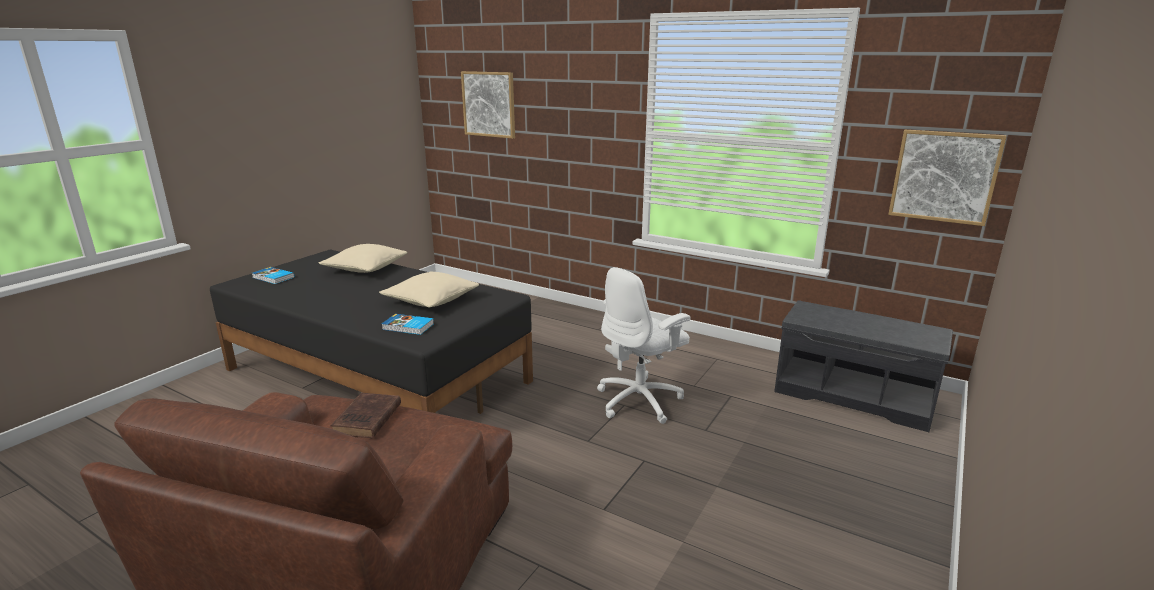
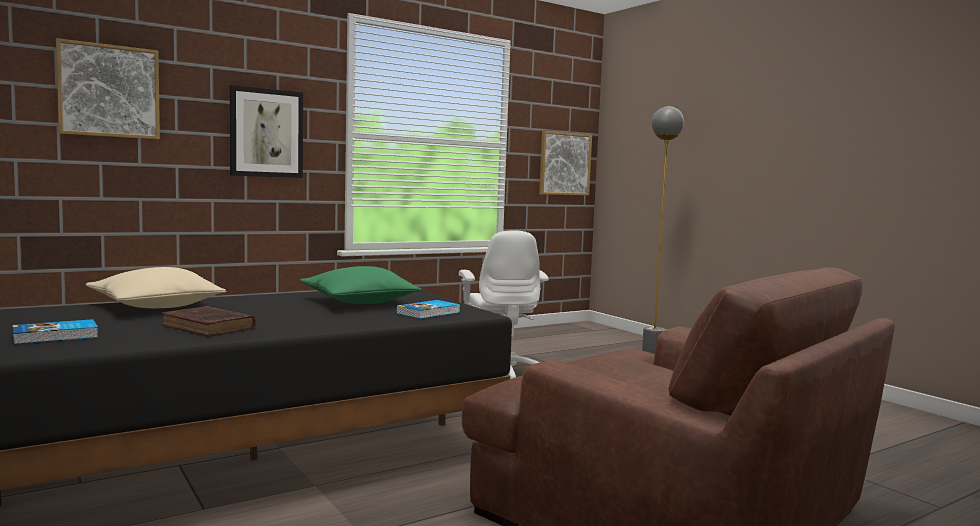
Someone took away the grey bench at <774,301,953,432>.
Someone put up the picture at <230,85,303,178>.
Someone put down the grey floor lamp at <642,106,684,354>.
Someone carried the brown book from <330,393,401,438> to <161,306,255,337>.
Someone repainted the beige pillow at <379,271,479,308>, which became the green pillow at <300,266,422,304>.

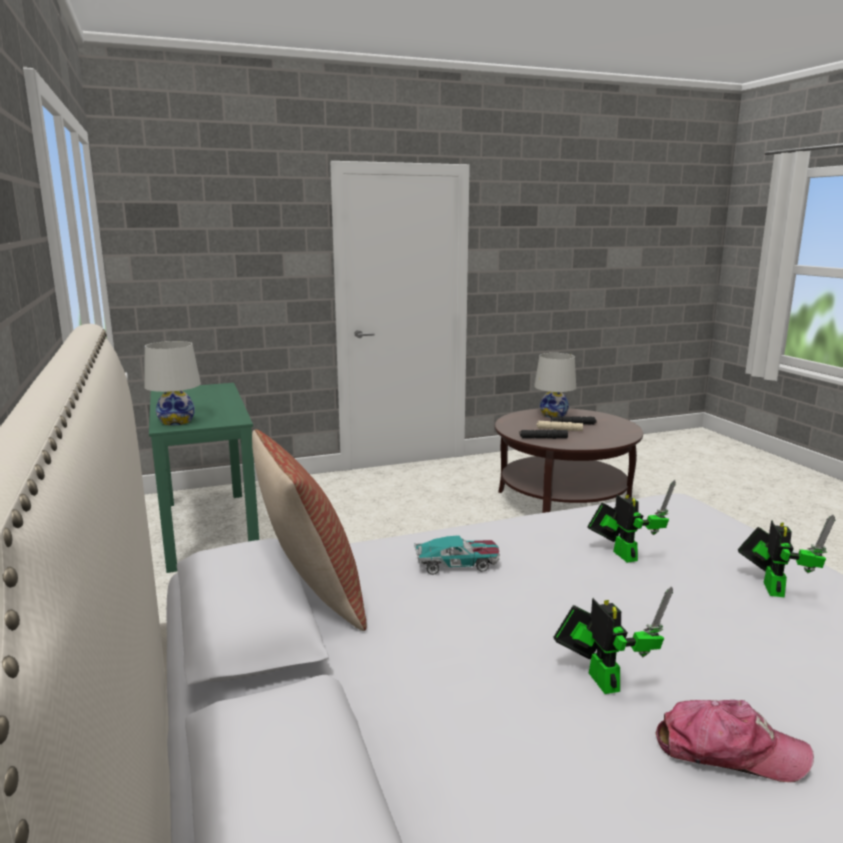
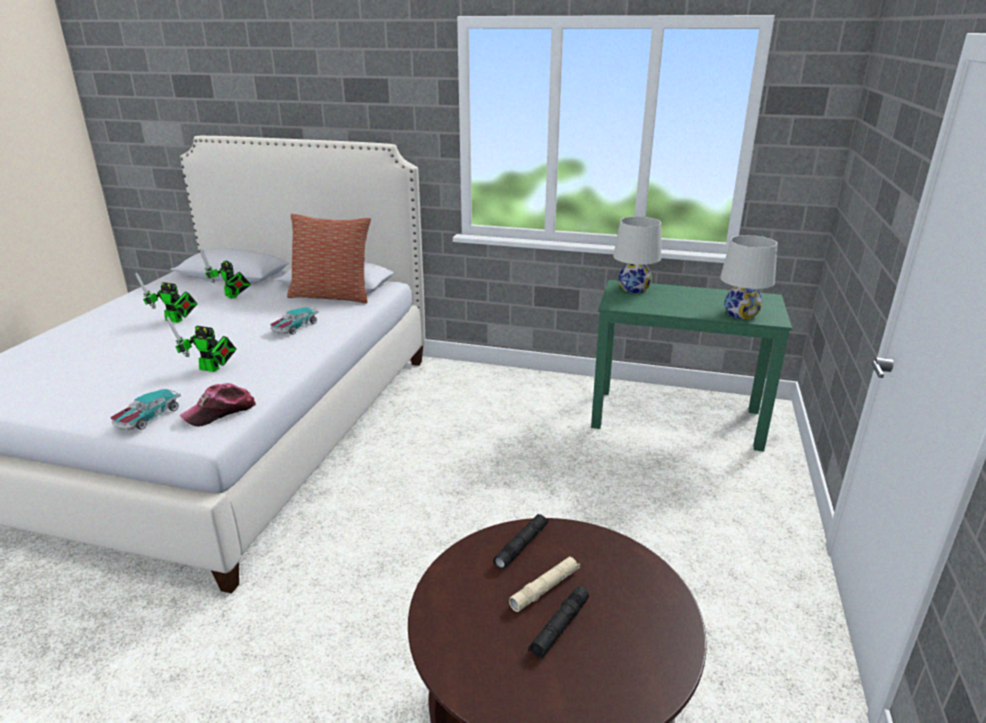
Someone put down the toy car at <110,388,181,430>.
Someone carried the white table lamp from <534,353,576,418> to <720,235,778,319>.
Someone carried the cap from <656,700,814,782> to <180,383,256,427>.
Someone carried the toy robot from <738,515,835,597> to <200,248,251,299>.

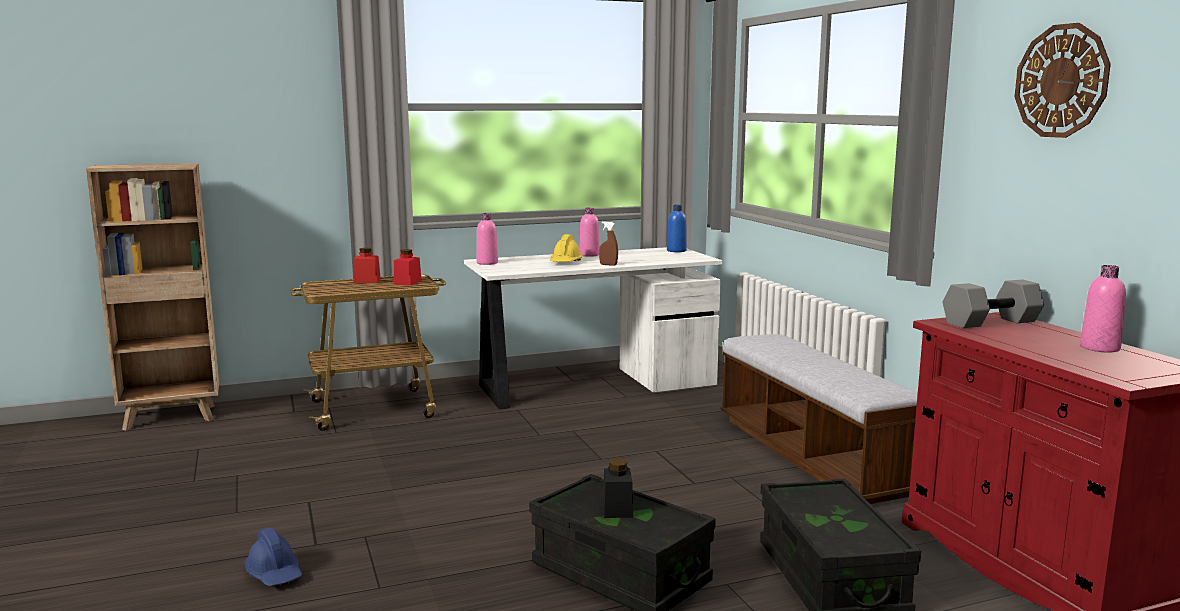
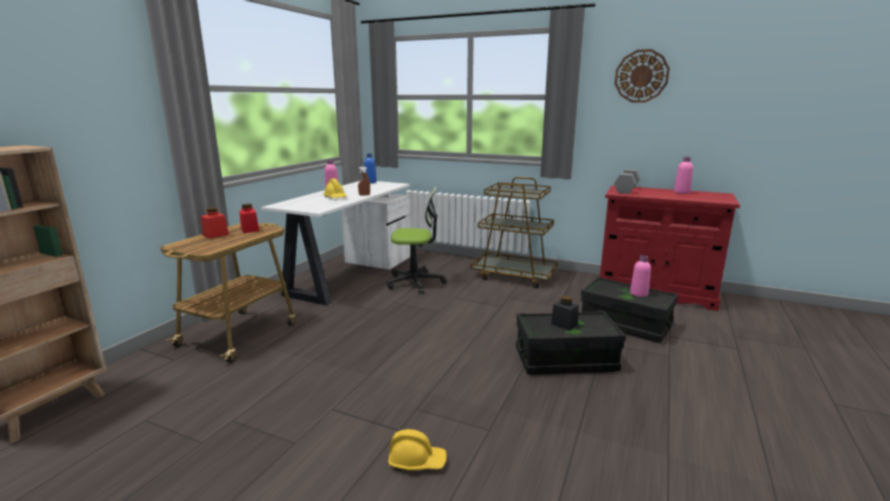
Someone put down the office chair at <387,186,446,294>.
Someone carried the pink bottle from <477,213,498,265> to <630,255,651,297>.
Someone swapped the bench at <721,334,918,504> for the brown cart at <470,177,558,288>.
Someone repainted the blue hard hat at <244,527,302,586>, which became the yellow hard hat at <388,429,447,471>.

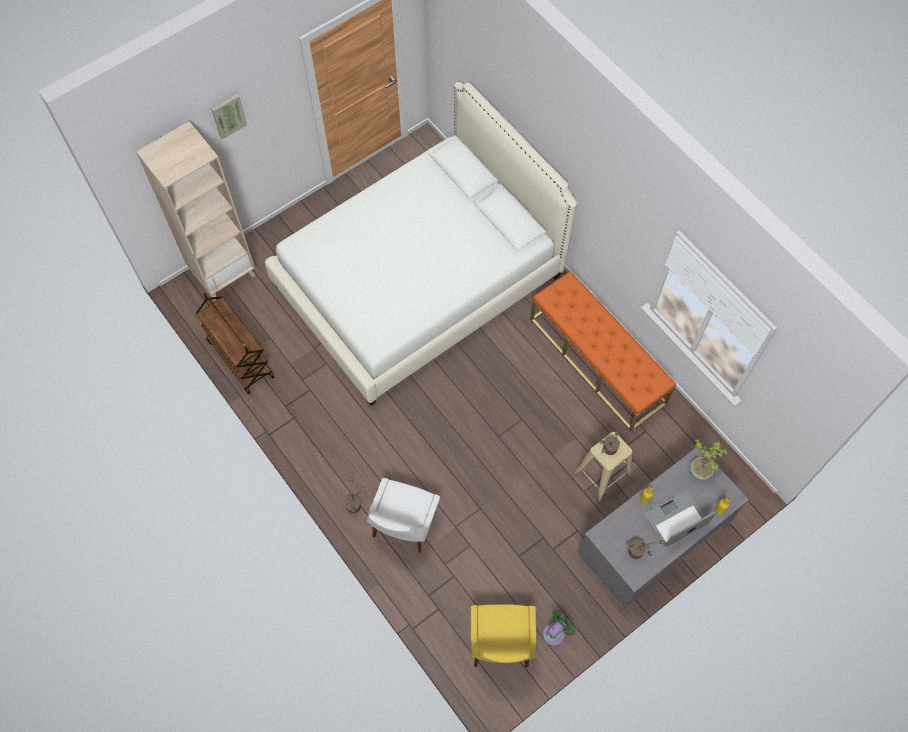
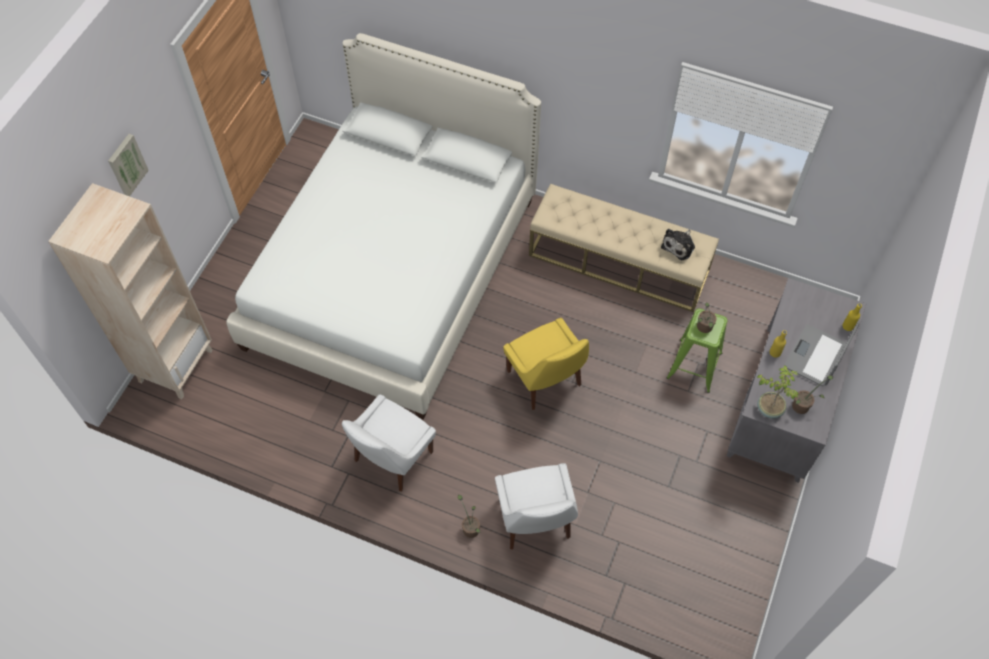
Someone took away the brown cart at <196,293,274,394>.
Someone took away the green fan at <543,609,575,646>.
Someone put down the white chair at <342,394,436,492>.
Someone put down the plush toy at <661,229,695,260>.
Someone carried the yellow chair from <471,604,536,668> to <503,318,589,410>.
Someone carried the potted plant from <690,439,728,480> to <757,365,799,419>.
Someone repainted the orange bench at <530,271,676,431>, which became the beige bench at <529,184,719,312>.
Someone repainted the beige stool at <574,432,632,502>, which became the green stool at <667,308,728,393>.

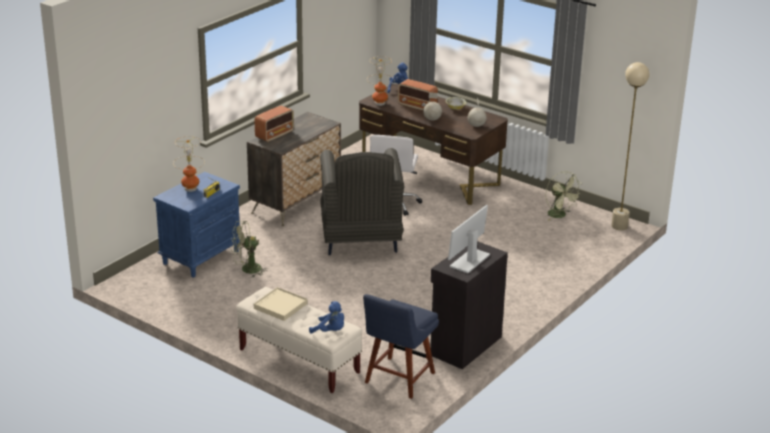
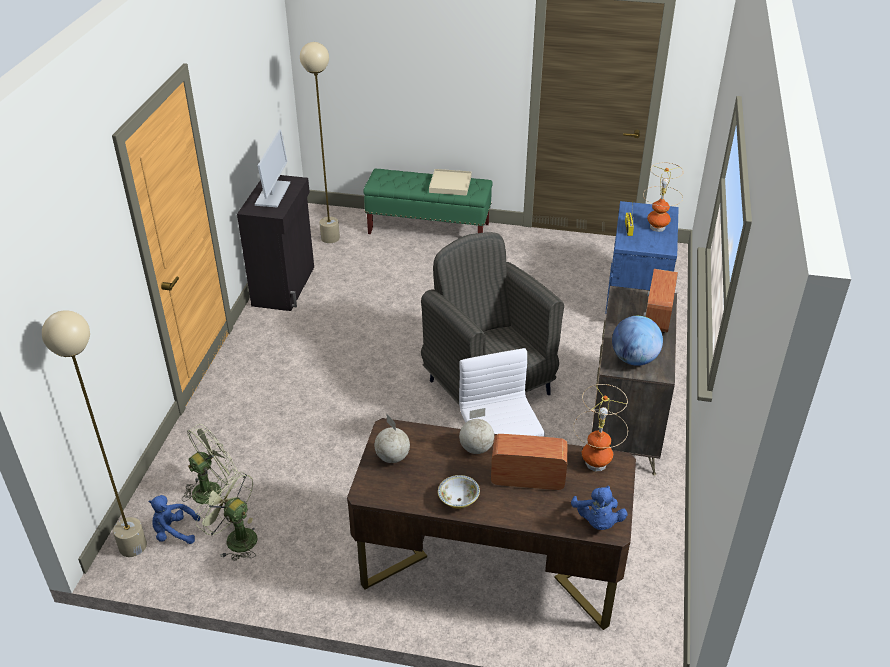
Someone put down the globe at <612,316,663,366>.
Someone carried the green fan from <231,221,268,277> to <182,424,237,504>.
Someone carried the blue plush toy from <309,301,344,334> to <149,495,200,544>.
Someone swapped the blue chair at <363,294,439,399> for the beige floor lamp at <300,42,340,243>.
Someone repainted the beige bench at <236,287,362,393>, which became the green bench at <363,169,493,234>.

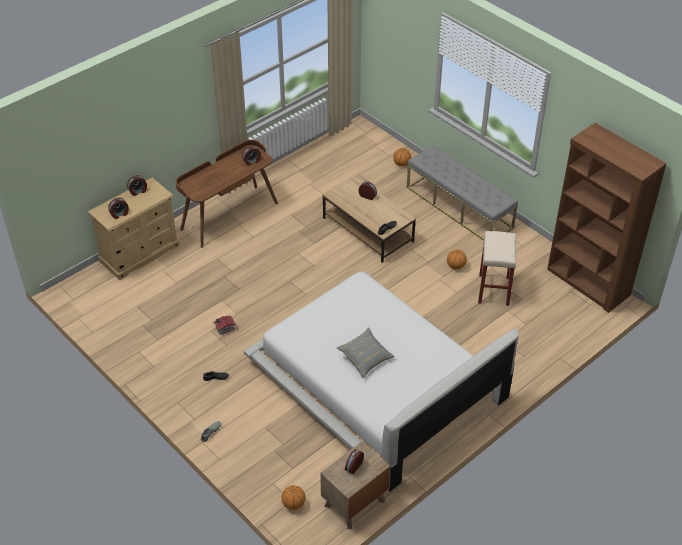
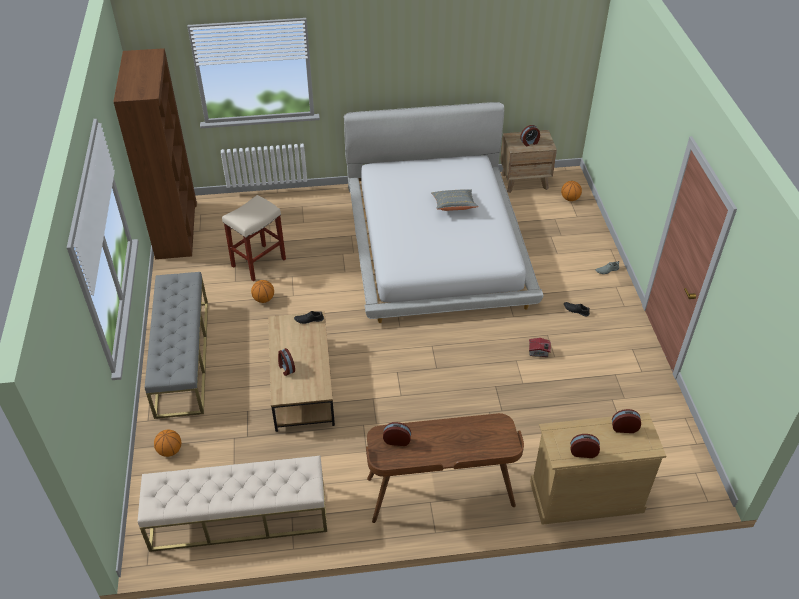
Someone put down the beige bench at <138,455,327,552>.

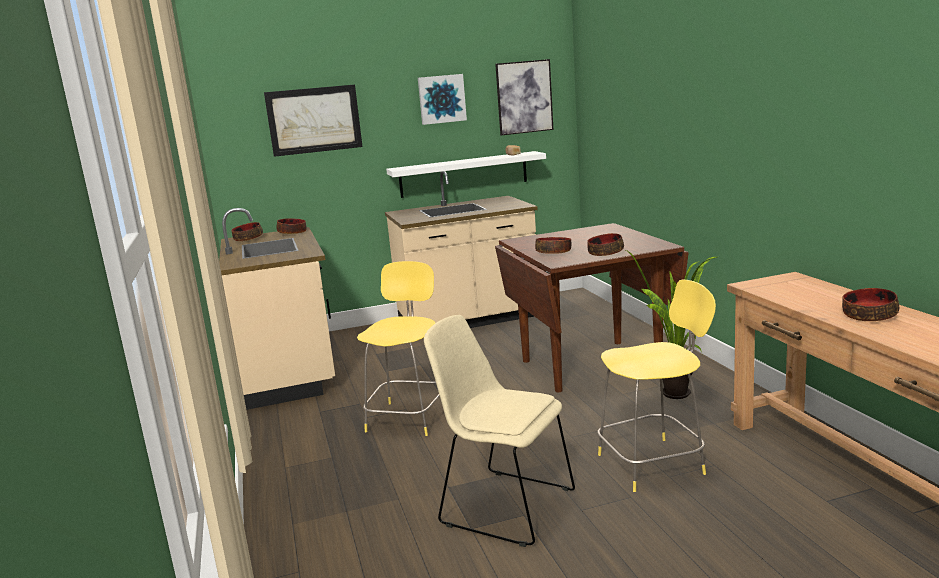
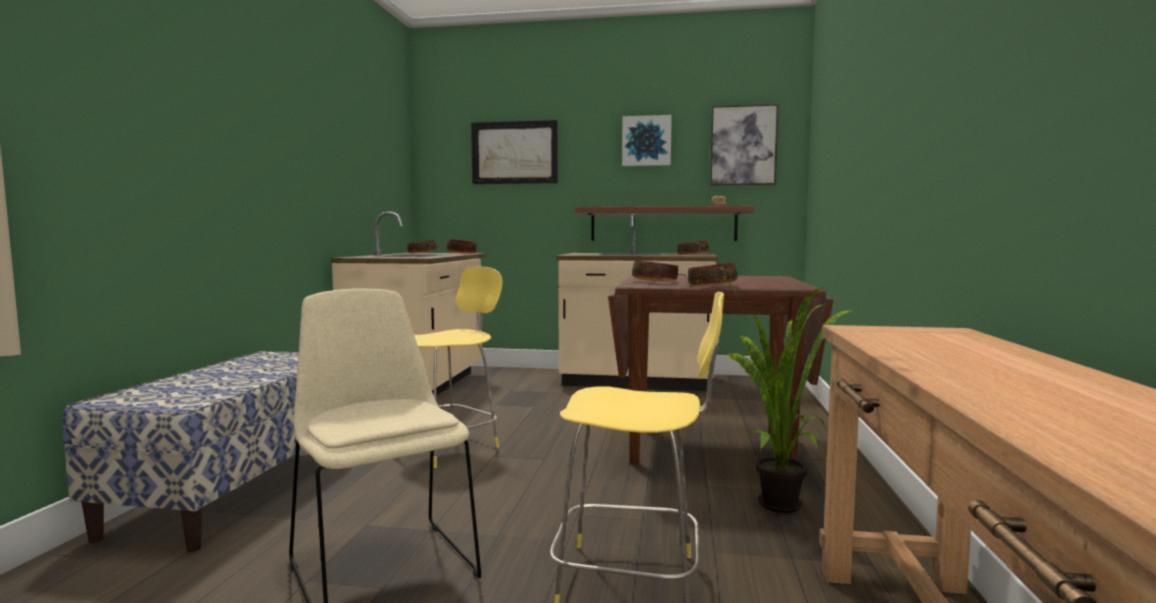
Someone put down the bench at <62,351,304,552>.
Someone carried the bowl from <842,288,899,321> to <677,240,709,255>.
Someone repainted the white shelf at <386,151,546,198>, which became the brown shelf at <575,206,755,241>.

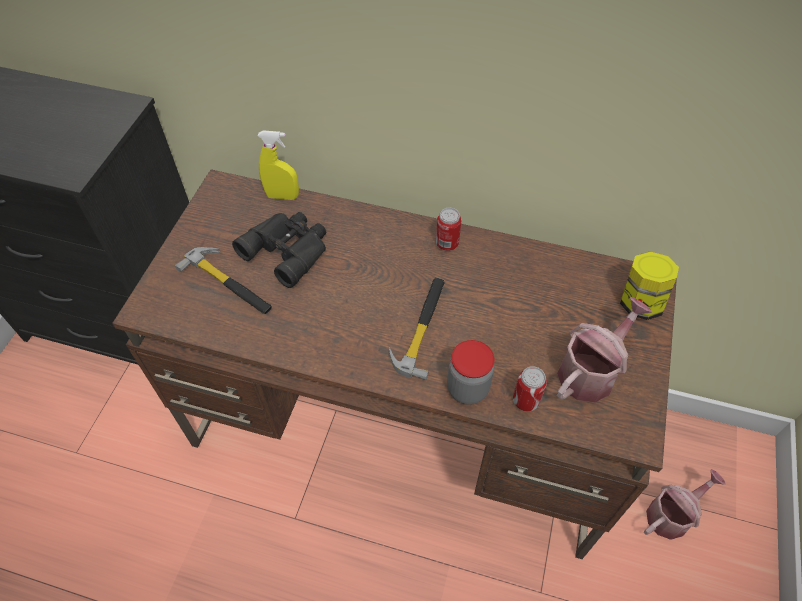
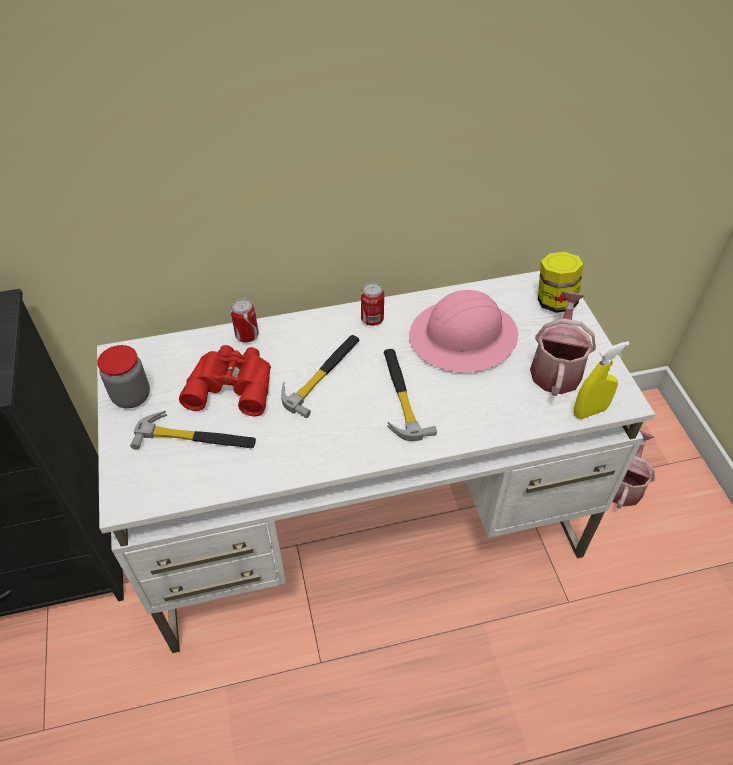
Someone put down the hammer at <281,335,359,418>.
Someone put down the pink hard hat at <409,290,518,373>.
Someone carried the yellow spray bottle from <258,130,299,200> to <573,341,630,419>.
Someone carried the jar from <447,340,494,405> to <97,345,150,408>.
Someone carried the can from <513,366,547,412> to <231,299,259,343>.
Someone repainted the brown desk at <112,169,677,559>, which became the white desk at <97,271,655,653>.
Someone repainted the black binoculars at <232,212,326,288>, which became the red binoculars at <179,345,271,416>.

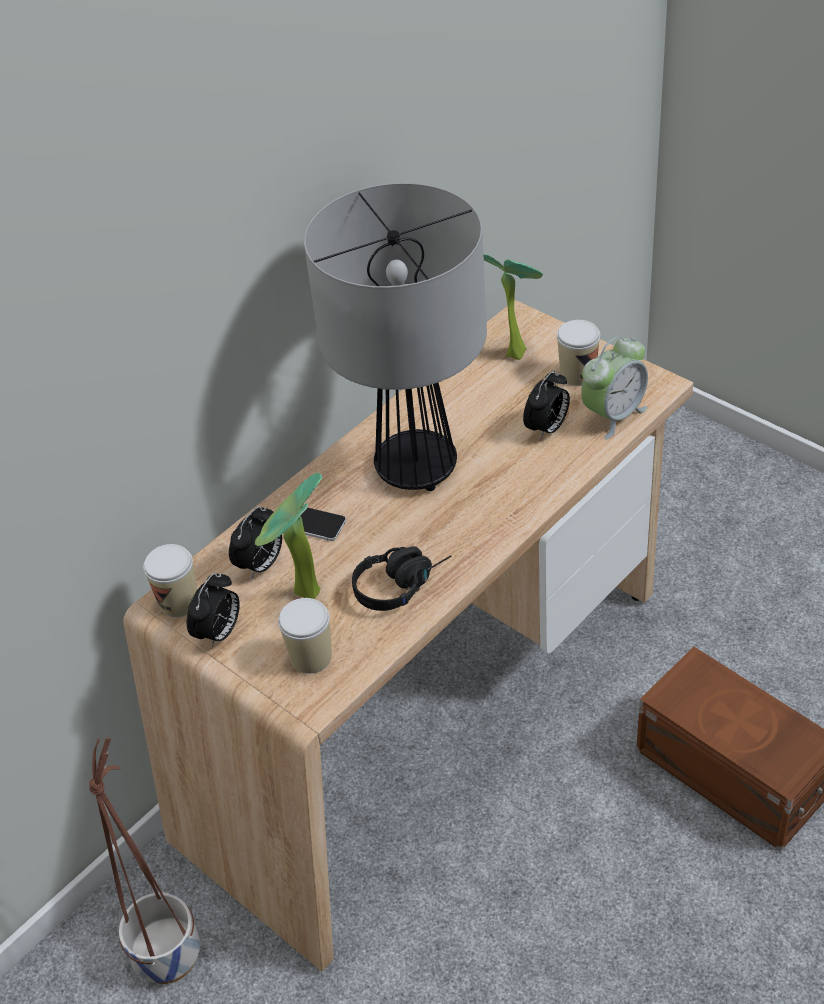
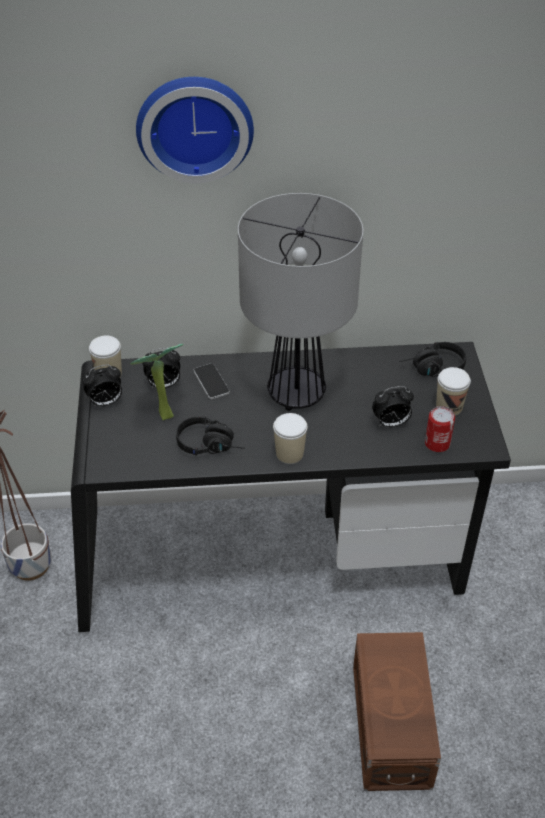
Someone put up the wall clock at <136,77,254,183>.
Someone carried the cup from <278,598,332,674> to <273,413,308,464>.
Someone swapped the potted plant at <483,254,543,360> for the black headphones at <399,342,466,377>.
Someone swapped the alarm clock at <581,337,648,439> for the can at <425,406,455,452>.
Someone repainted the beige desk at <123,300,693,972>, which became the black desk at <71,342,511,632>.

